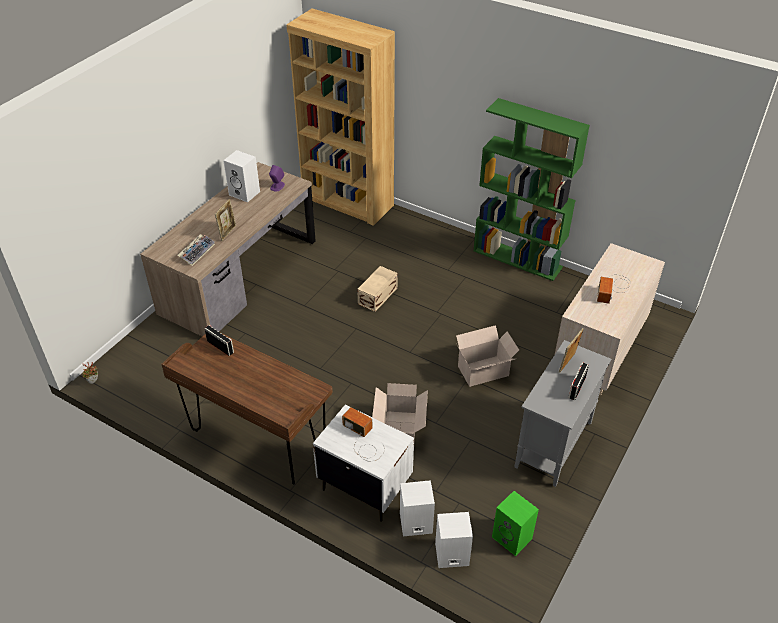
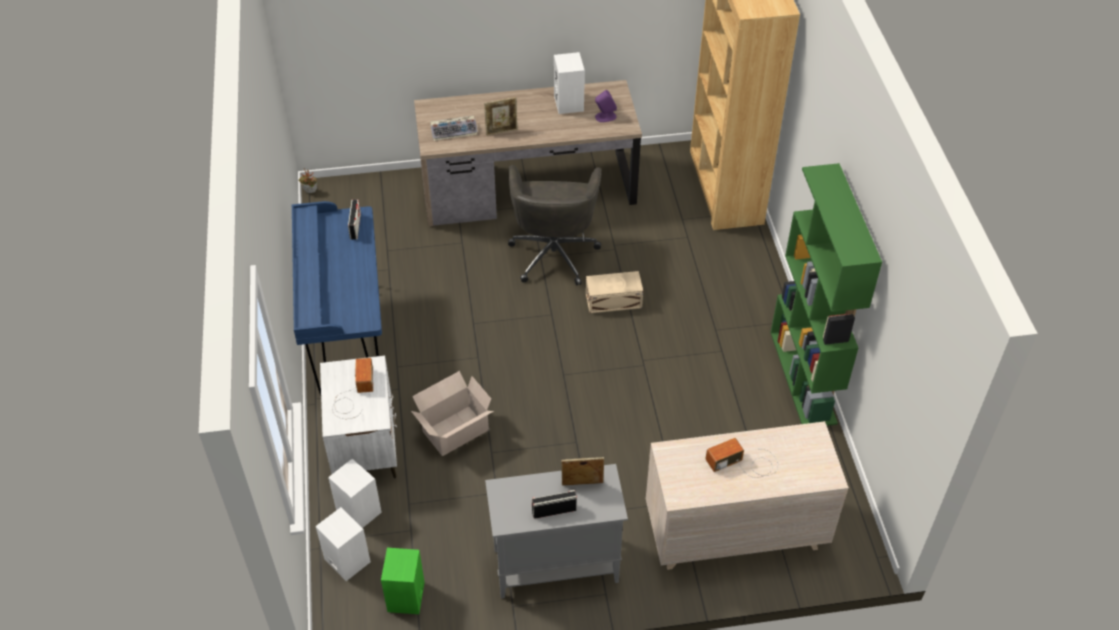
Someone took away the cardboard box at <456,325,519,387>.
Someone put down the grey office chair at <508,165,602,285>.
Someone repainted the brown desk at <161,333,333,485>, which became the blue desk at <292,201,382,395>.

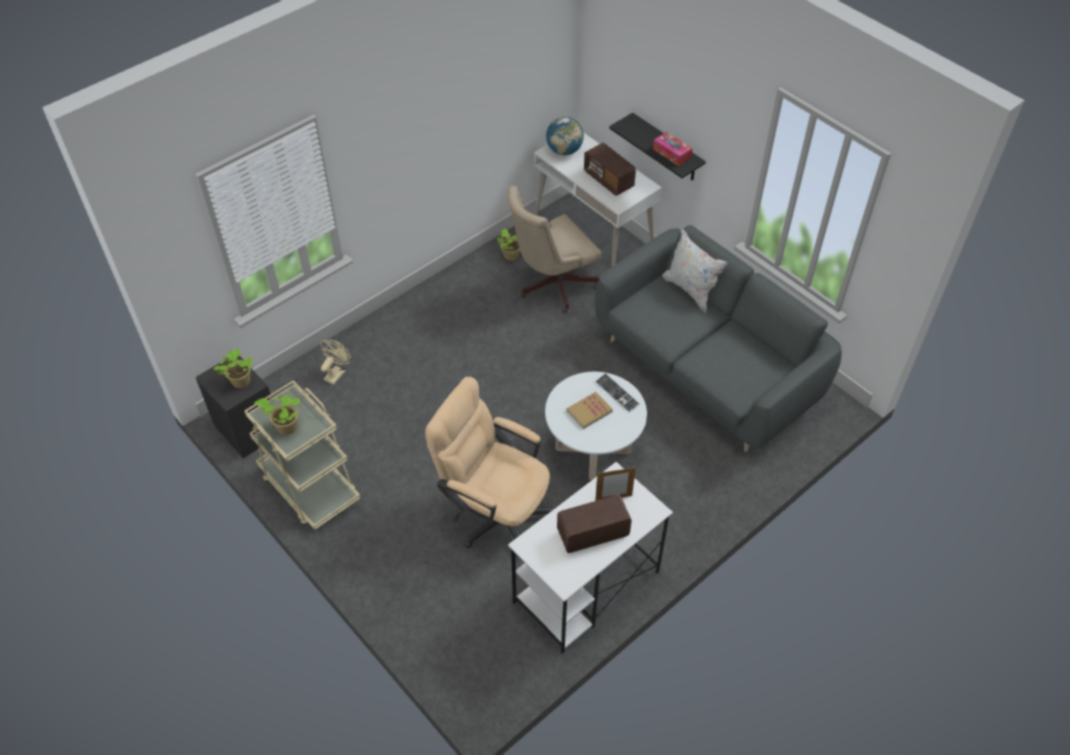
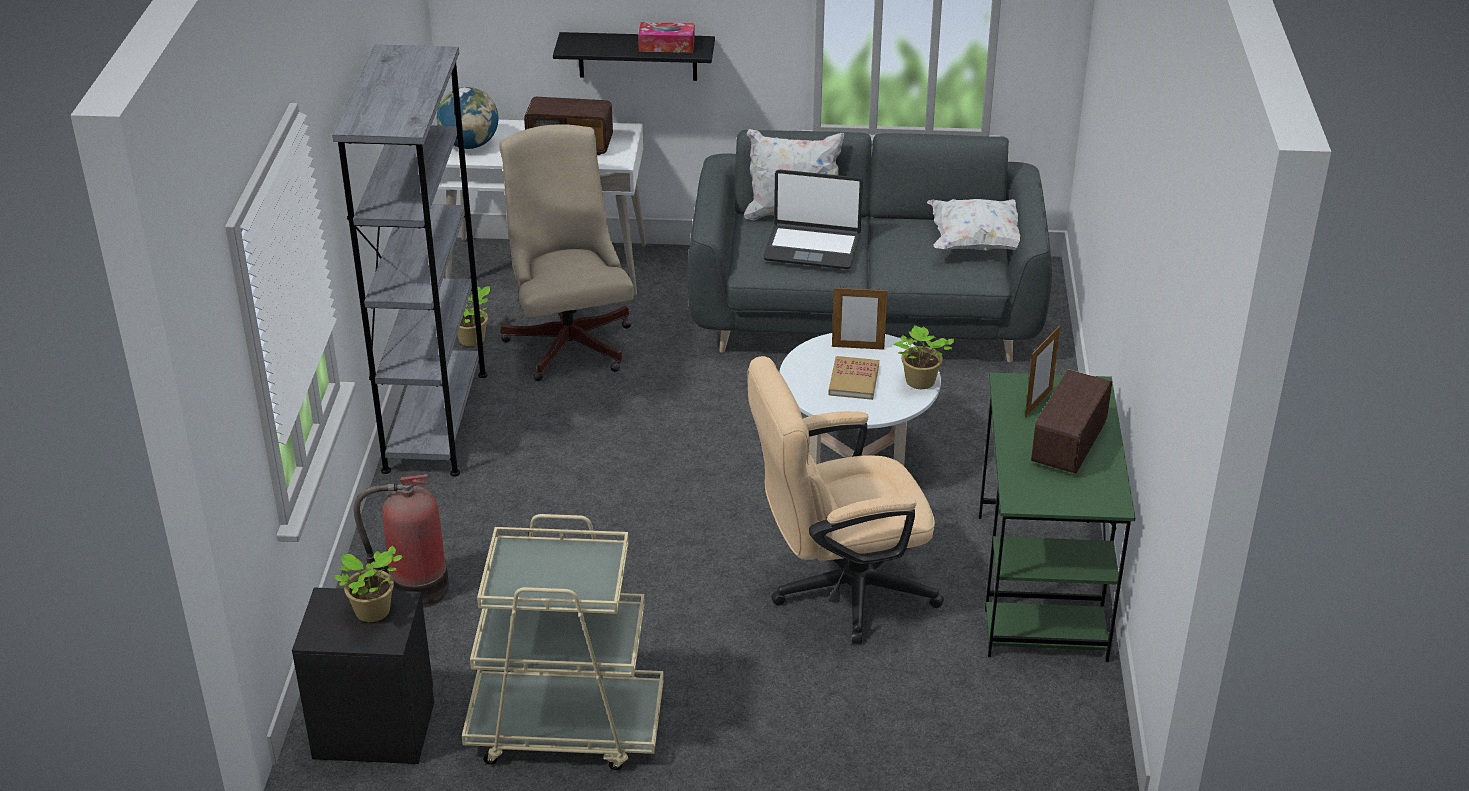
Someone put down the grey bookcase at <332,45,488,477>.
Someone put down the laptop at <763,170,863,269>.
Someone put down the white pillow at <927,199,1020,250>.
Someone carried the potted plant from <254,395,300,435> to <894,325,954,389>.
Someone swapped the beige fan at <320,340,351,385> for the fire extinguisher at <353,474,449,608>.
Someone swapped the keyboard at <595,373,640,413> for the picture frame at <832,287,887,350>.
Someone repainted the white desk at <508,462,673,654>, which became the green desk at <979,372,1135,662>.
Someone rotated the beige office chair at <507,186,602,313> by 150 degrees clockwise.

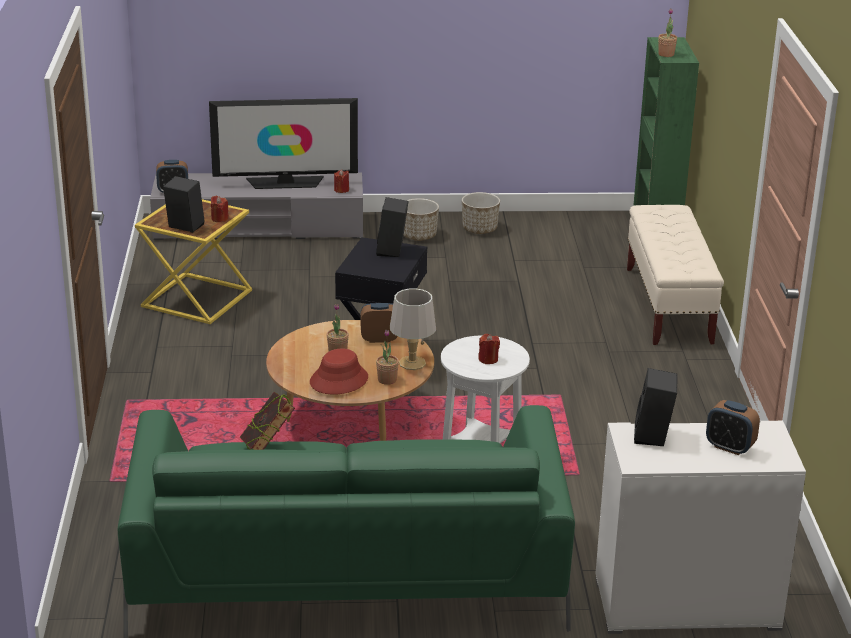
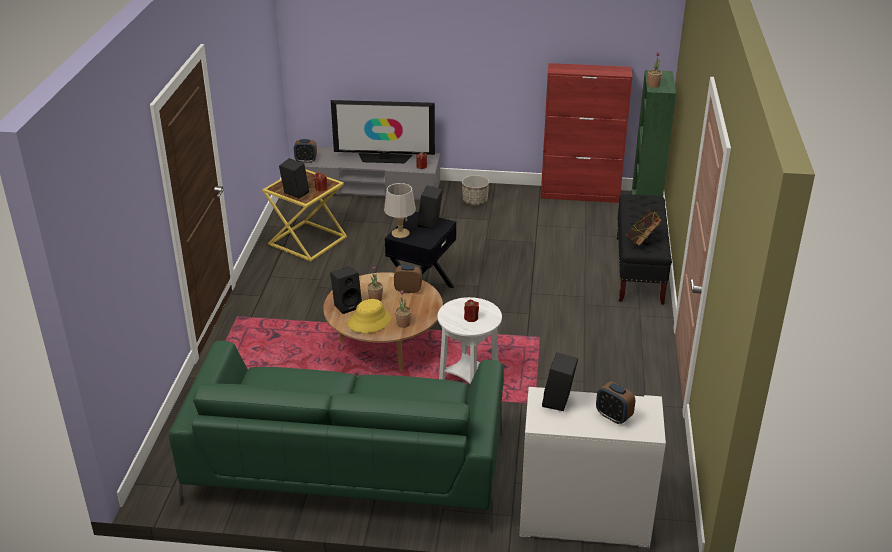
Someone took away the planter at <462,192,500,234>.
Someone put down the black speaker at <330,266,362,314>.
Someone put down the red cabinet at <541,63,632,203>.
Someone carried the book from <240,392,295,450> to <626,210,662,246>.
Someone carried the grey table lamp from <390,288,436,370> to <384,183,416,238>.
Someone repainted the red hat at <310,348,368,395>, which became the yellow hat at <348,299,391,333>.
Someone repainted the beige bench at <627,205,724,345>, which became the black bench at <617,194,672,305>.

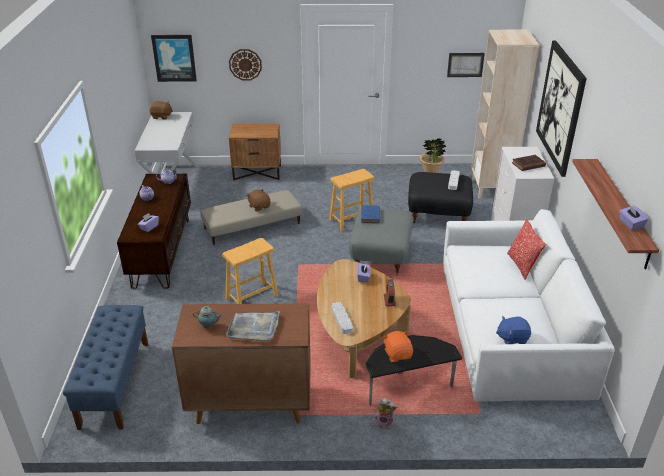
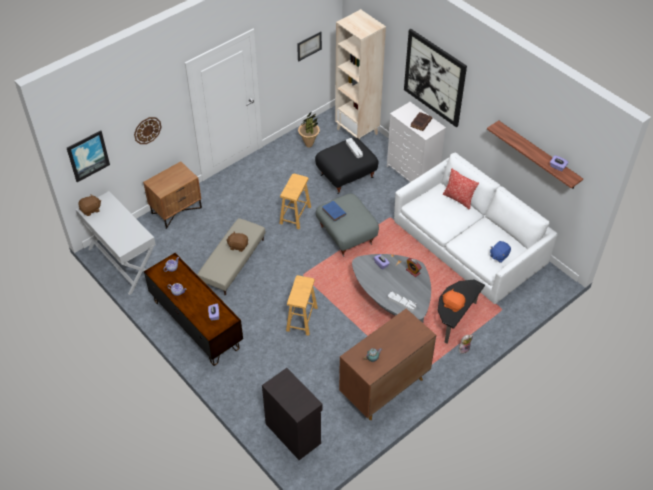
Someone took away the grey tray at <226,311,280,341>.
Someone swapped the blue bench at <63,305,148,430> for the black cabinet at <262,368,323,460>.
Someone repainted the brown coffee table at <317,259,411,378>, which became the grey coffee table at <352,254,431,323>.

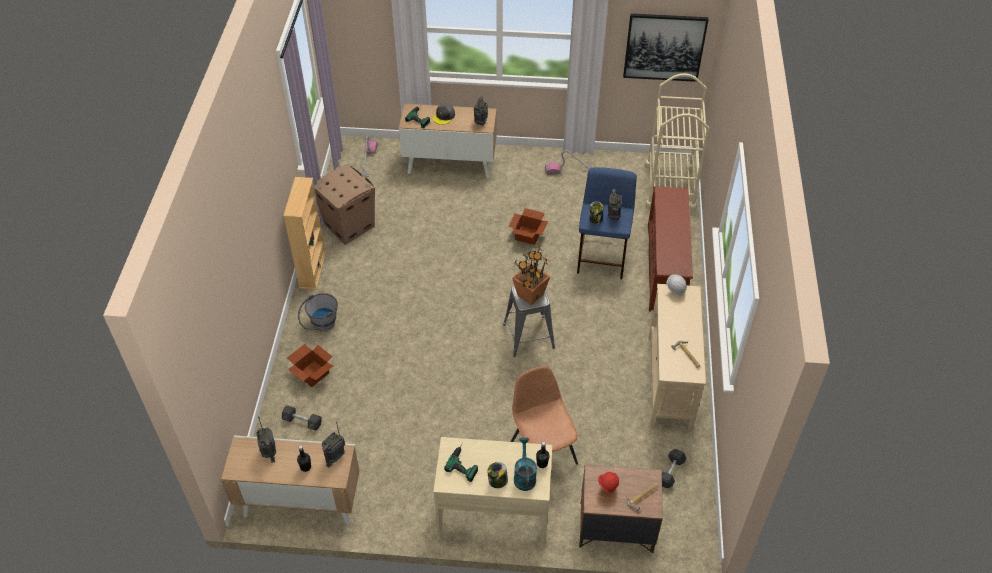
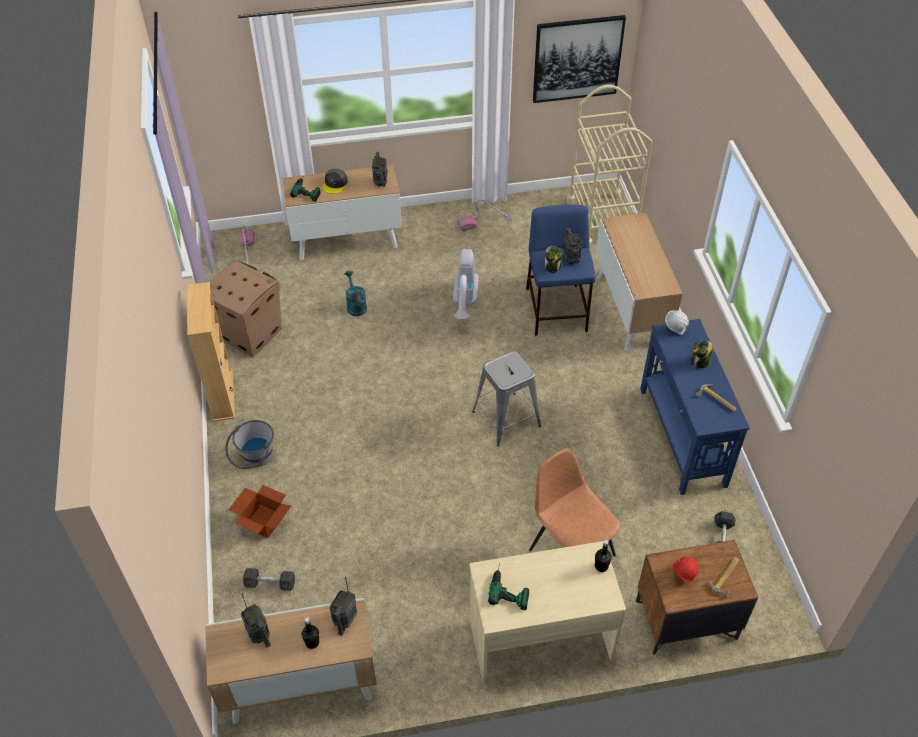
Someone took away the potted plant at <512,245,550,305>.
Someone carried the jar from <487,462,508,488> to <691,340,713,369>.
Someone carried the turquoise watering can from <514,437,537,491> to <344,270,367,316>.
Someone swapped the cardboard box at <508,208,548,245> for the vacuum cleaner at <453,249,479,319>.
Someone swapped the brown shoe rack at <648,186,693,312> for the cabinet at <596,212,683,351>.
Someone repainted the beige console table at <649,284,706,432>, which became the blue console table at <640,319,750,495>.

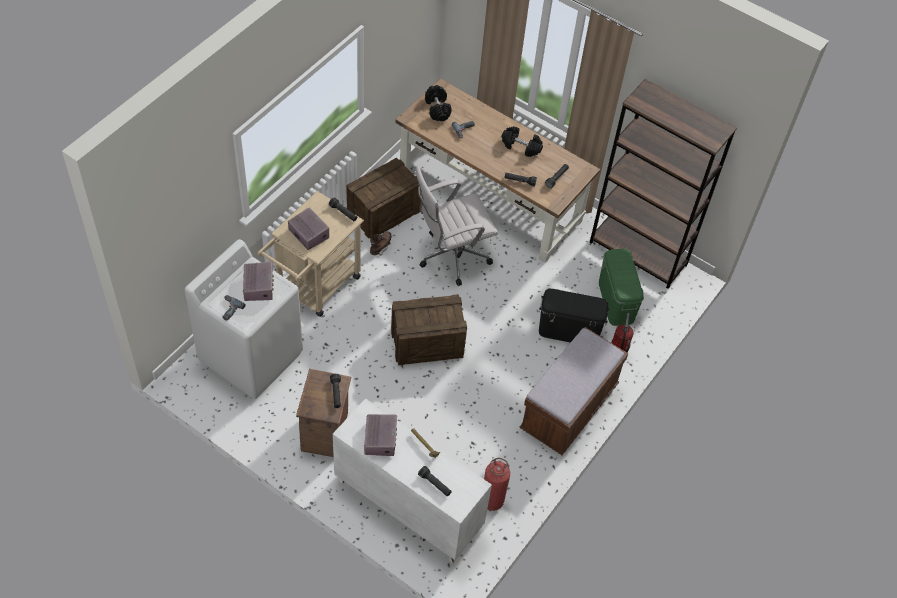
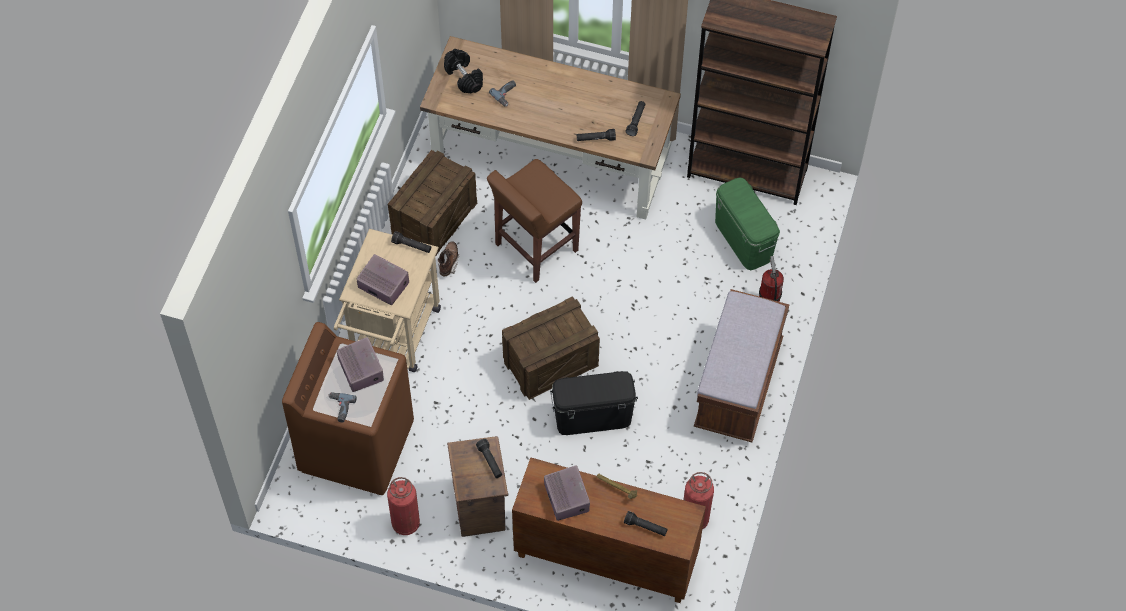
Someone took away the black dumbbell at <501,126,543,157>.
Someone put down the fire extinguisher at <387,477,420,535>.
Someone carried the black storage box from <539,289,610,343> to <550,371,638,435>.
Someone swapped the white office chair at <415,166,498,286> for the brown stool at <487,159,582,283>.
Someone repainted the white washing machine at <185,239,303,399>, which became the brown washing machine at <282,322,414,495>.
Someone repainted the white cabinet at <333,398,492,563>, which became the brown cabinet at <512,457,706,603>.

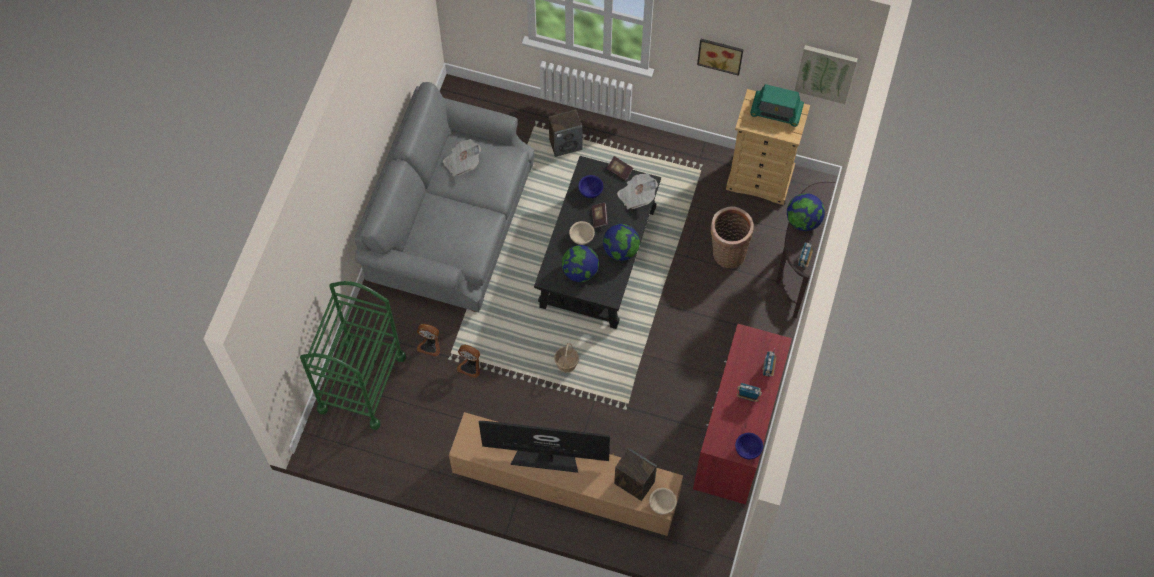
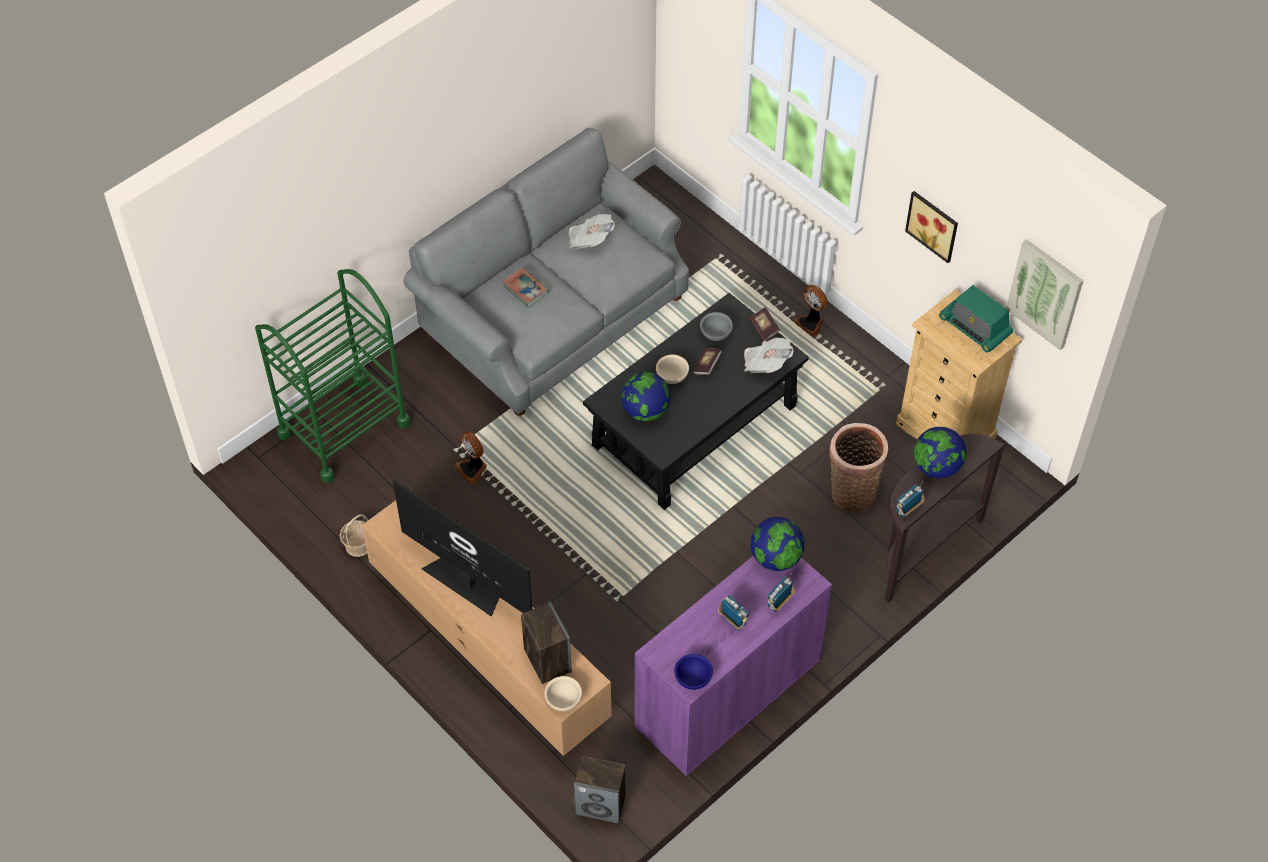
Someone put down the book at <502,267,549,307>.
Someone carried the fan from <417,324,440,356> to <794,285,827,336>.
Someone carried the speaker from <549,110,583,157> to <574,756,626,824>.
Someone carried the basket from <554,343,579,373> to <340,514,368,557>.
Someone carried the globe from <603,224,640,261> to <751,517,805,571>.
Someone repainted the blue bowl at <578,175,603,198>, which became the grey bowl at <700,312,733,341>.
Someone repainted the red cabinet at <693,324,792,504>, which became the purple cabinet at <635,556,832,776>.

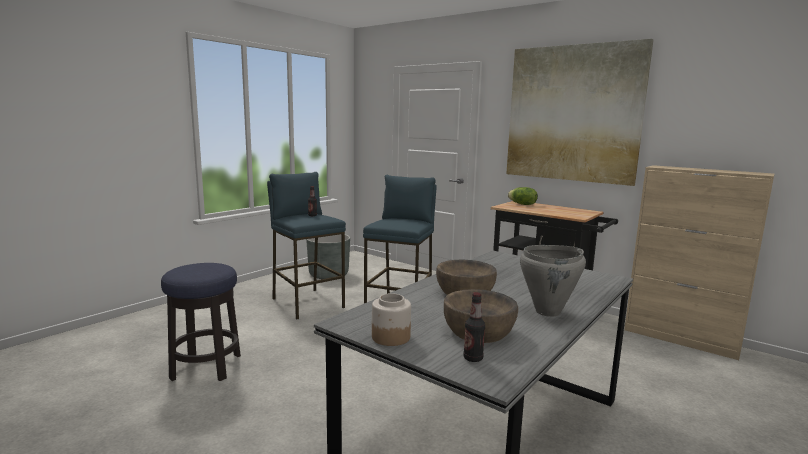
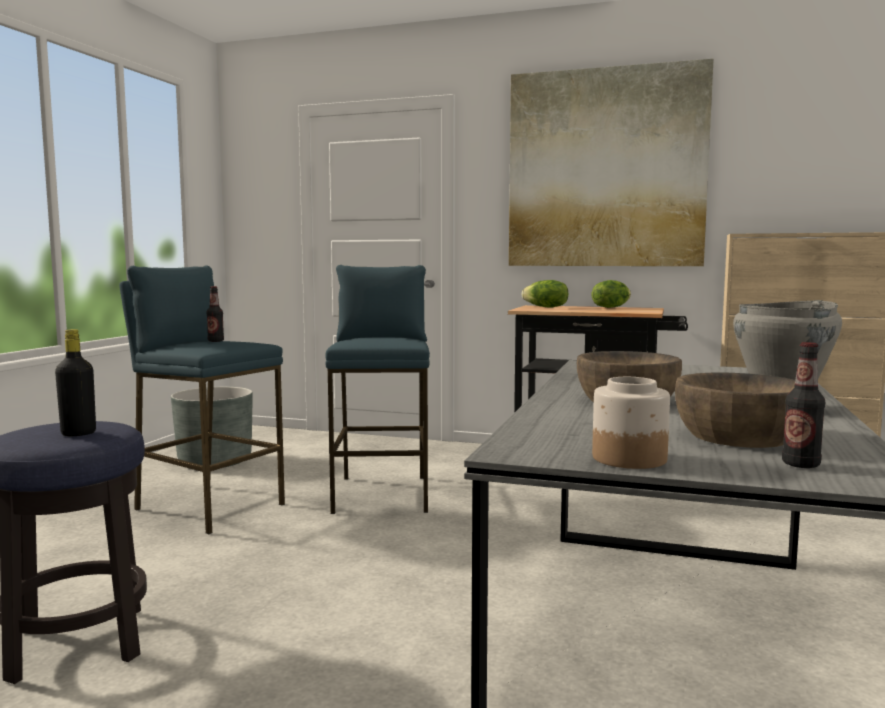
Someone put down the black bottle at <55,329,96,436>.
Someone put down the lettuce at <591,280,631,308>.

